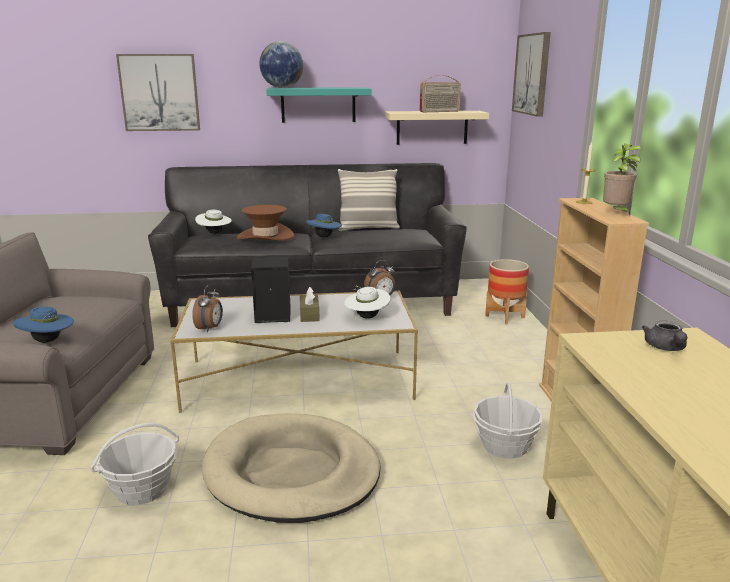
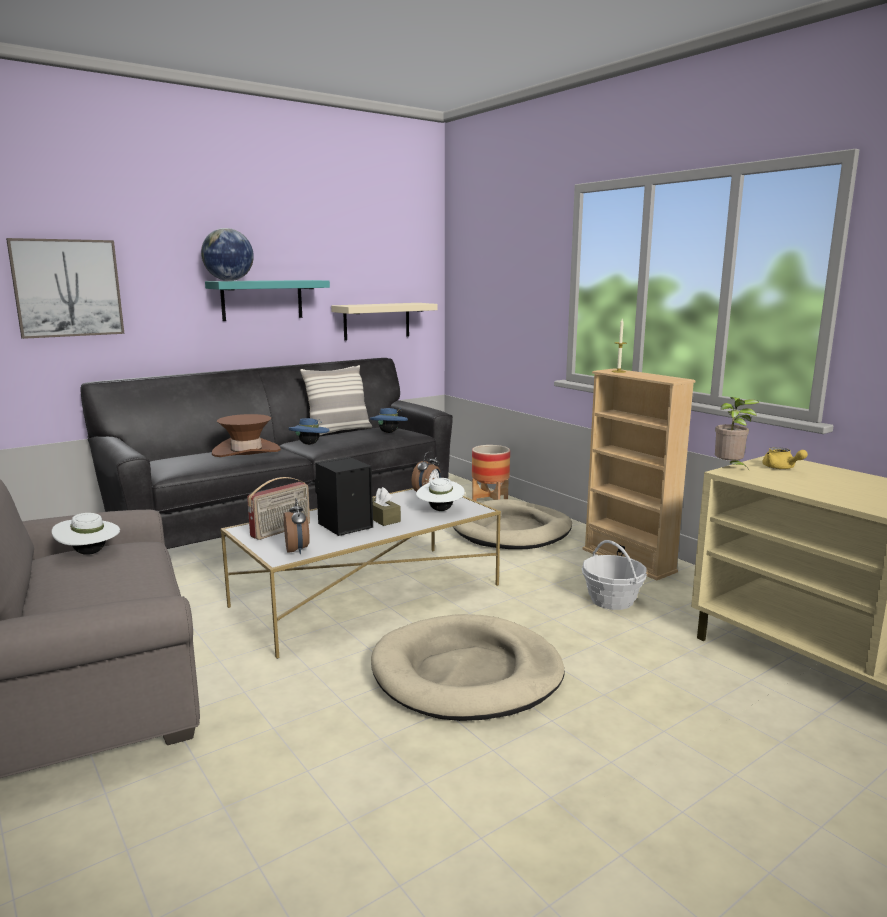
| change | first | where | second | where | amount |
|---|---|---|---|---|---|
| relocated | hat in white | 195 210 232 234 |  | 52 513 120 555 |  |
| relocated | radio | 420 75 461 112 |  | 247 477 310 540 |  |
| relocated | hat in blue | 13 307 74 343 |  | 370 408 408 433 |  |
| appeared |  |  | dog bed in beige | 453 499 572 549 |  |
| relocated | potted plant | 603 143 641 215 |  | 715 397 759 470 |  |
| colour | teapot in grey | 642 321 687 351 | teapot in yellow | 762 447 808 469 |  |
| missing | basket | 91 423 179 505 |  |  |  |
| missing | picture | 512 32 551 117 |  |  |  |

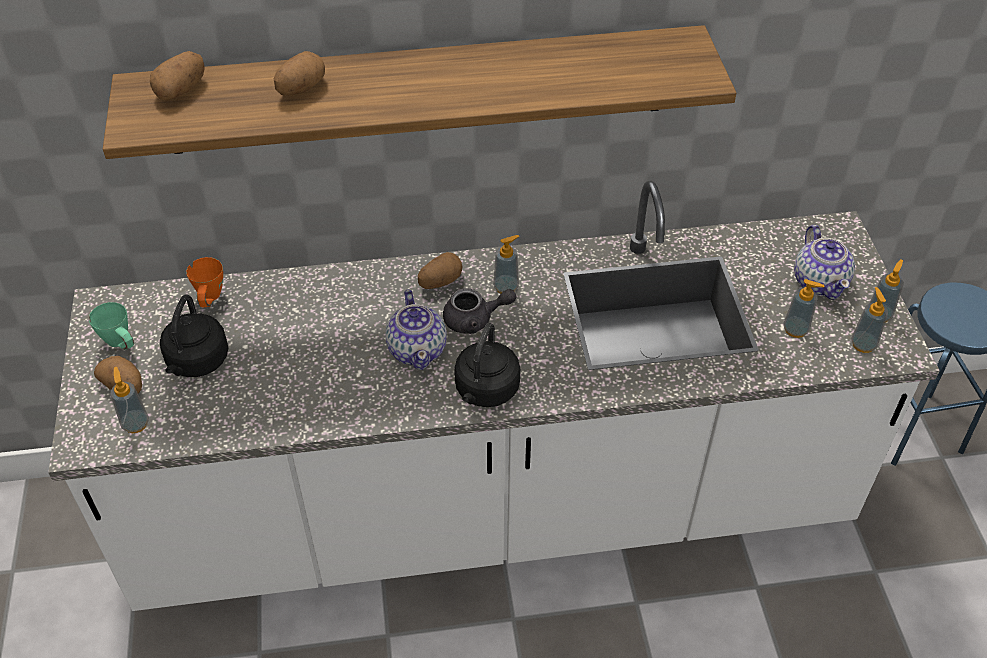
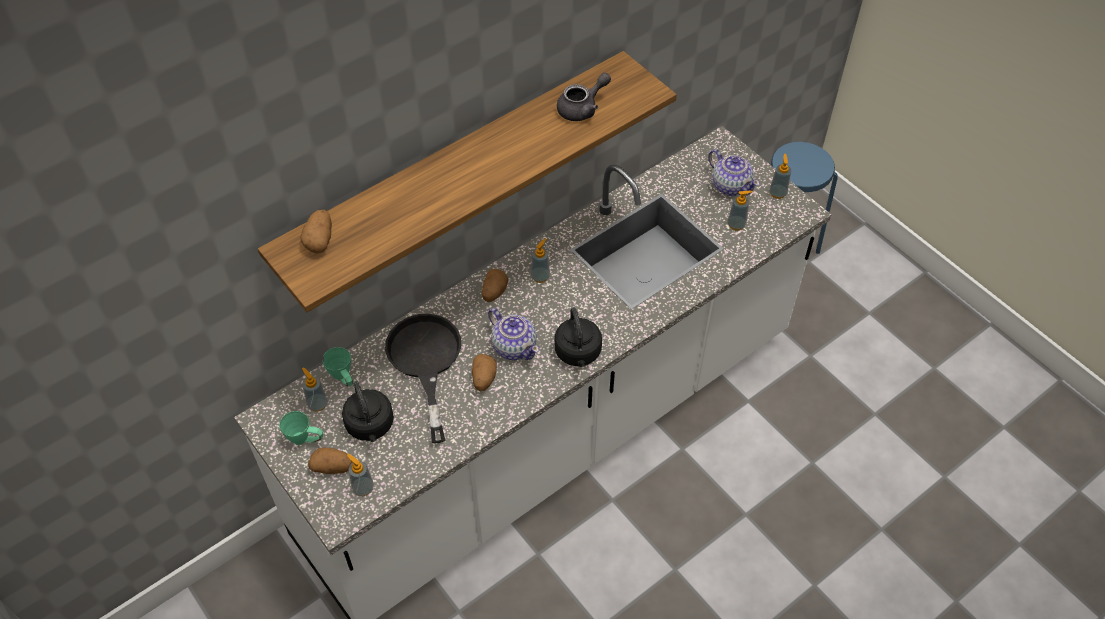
| change | first | where | second | where | amount |
|---|---|---|---|---|---|
| relocated | soap dispenser | 851 287 888 353 |  | 302 367 328 412 |  |
| colour | mug in orange | 186 257 223 307 | mug in green | 322 347 353 386 |  |
| appeared |  |  | frying pan in black | 385 314 461 443 |  |
| relocated | potato | 274 51 325 96 |  | 472 354 497 391 |  |
| relocated | teapot in grey | 443 288 516 334 |  | 557 73 611 121 |  |

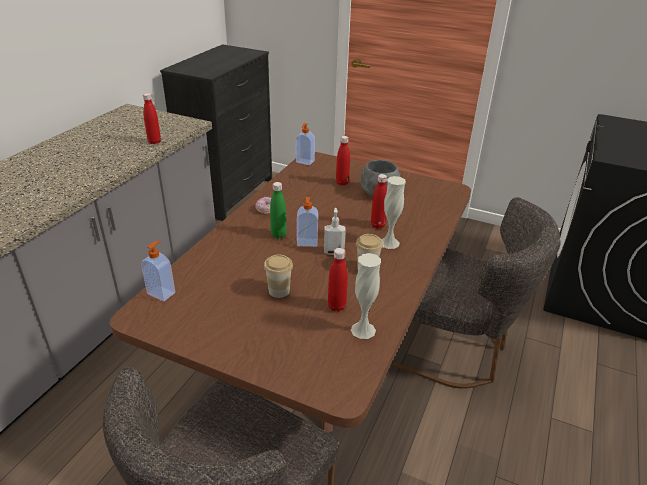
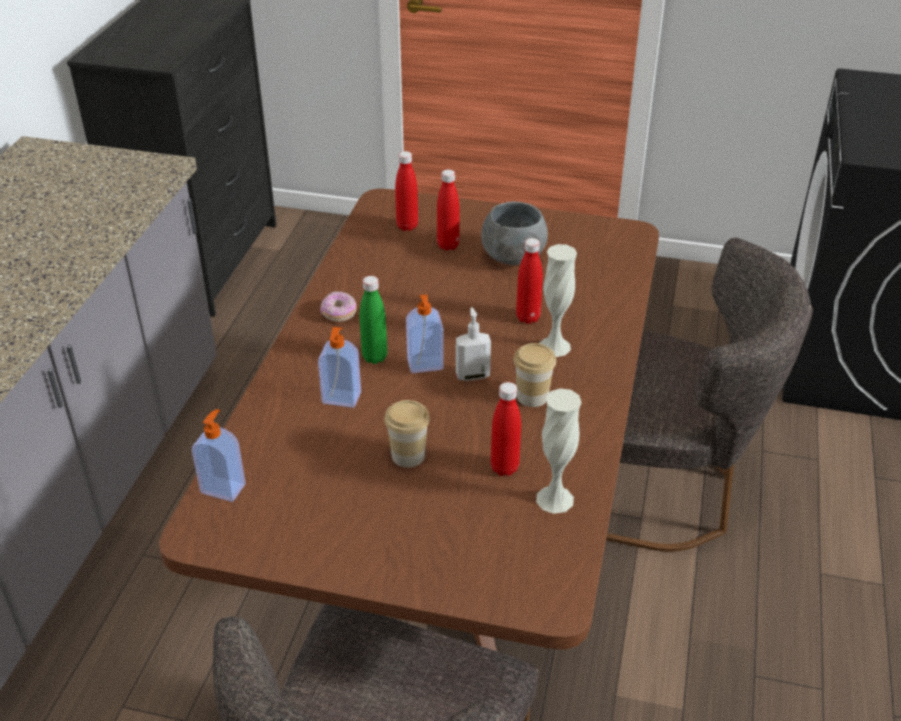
| change | first | where | second | where | amount |
|---|---|---|---|---|---|
| relocated | soap dispenser | 296 123 315 165 |  | 318 327 361 408 |  |
| relocated | bottle in red | 143 93 161 144 |  | 395 151 418 231 |  |

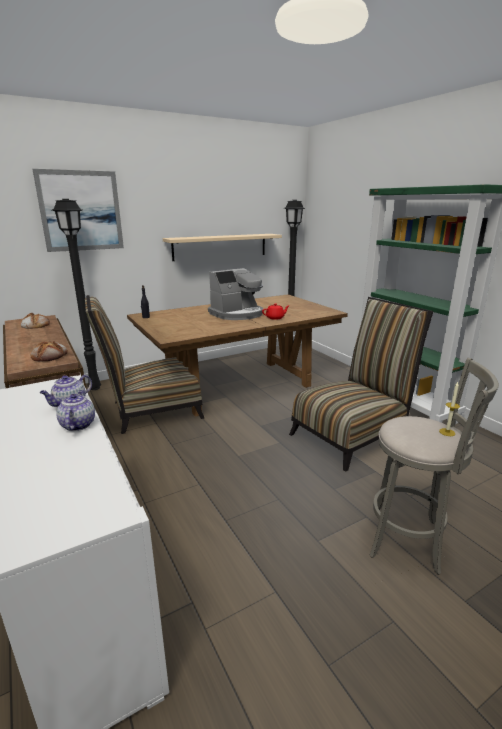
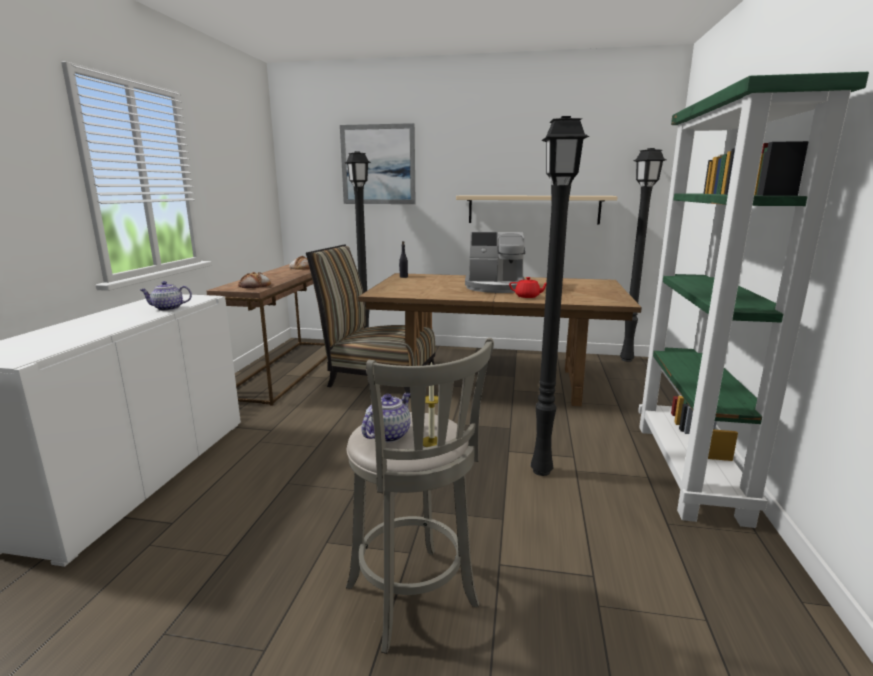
| change | first | where | second | where | amount |
|---|---|---|---|---|---|
| relocated | teapot | 56 390 95 431 |  | 362 393 411 443 |  |
| exchanged | chair | 289 297 434 472 | floor lamp in black | 530 116 589 476 |  |

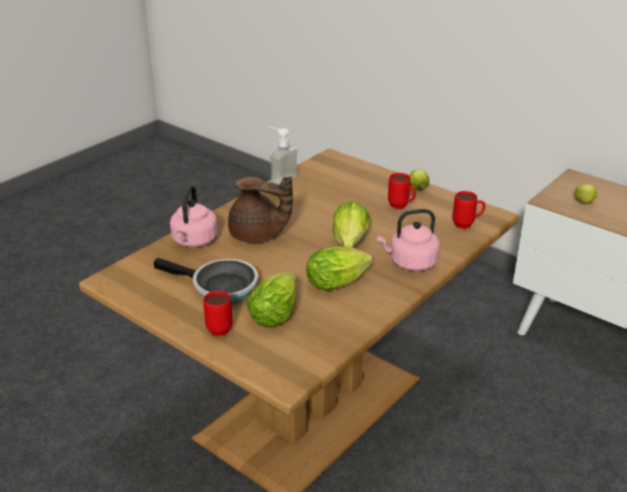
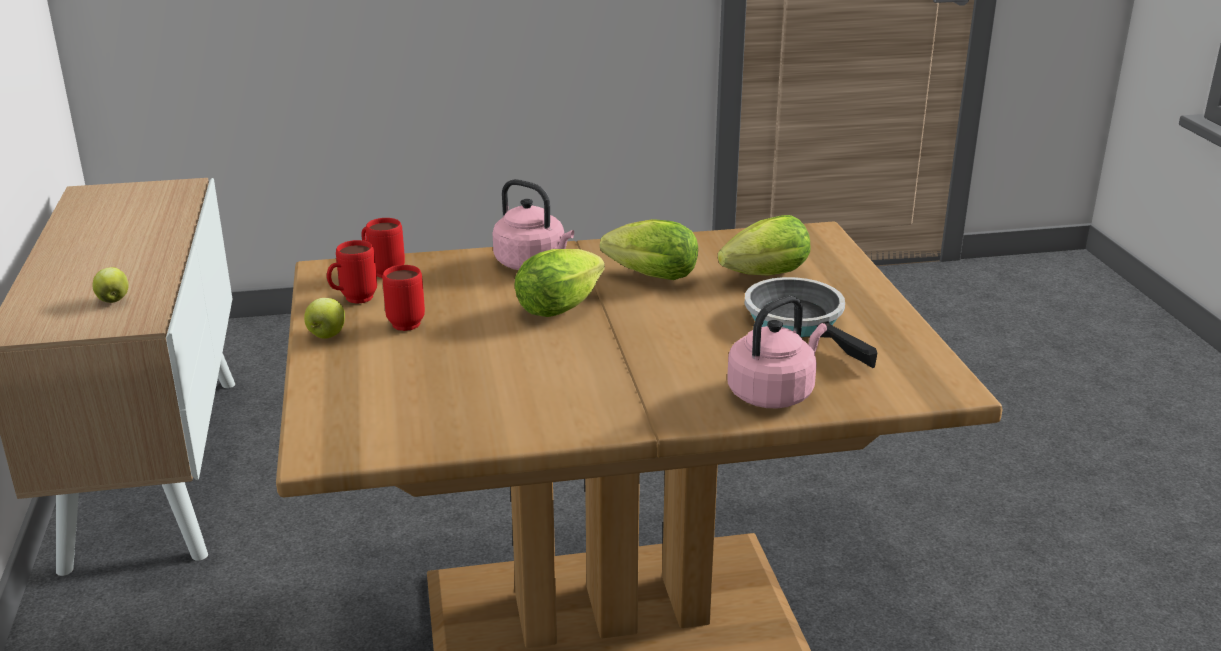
| change | first | where | second | where | amount |
|---|---|---|---|---|---|
| relocated | mug in red | 203 291 233 336 |  | 327 240 377 304 |  |
| missing | teapot in brown | 228 176 293 243 |  |  |  |
| missing | soap dispenser | 268 127 298 185 |  |  |  |

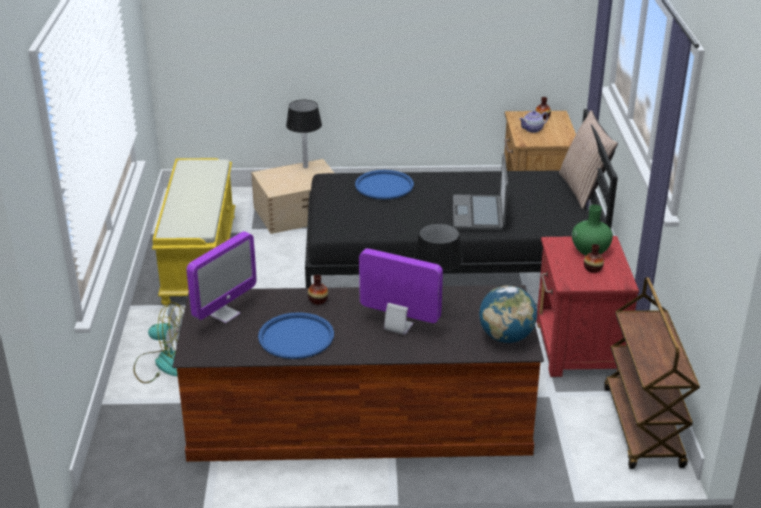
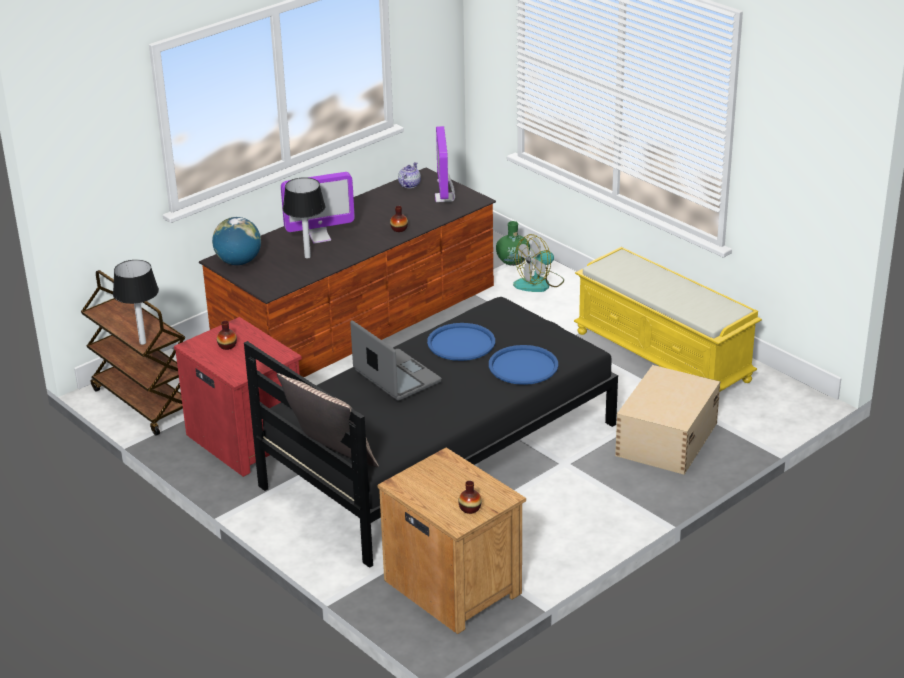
| change | first | where | second | where | amount |
|---|---|---|---|---|---|
| relocated | table lamp | 286 100 322 168 |  | 113 260 159 345 |  |
| relocated | teapot | 519 111 548 133 |  | 398 162 421 188 |  |
| relocated | tray in blue | 258 312 334 359 |  | 427 323 495 361 |  |
| relocated | vase in green | 572 205 613 256 |  | 496 221 530 266 |  |

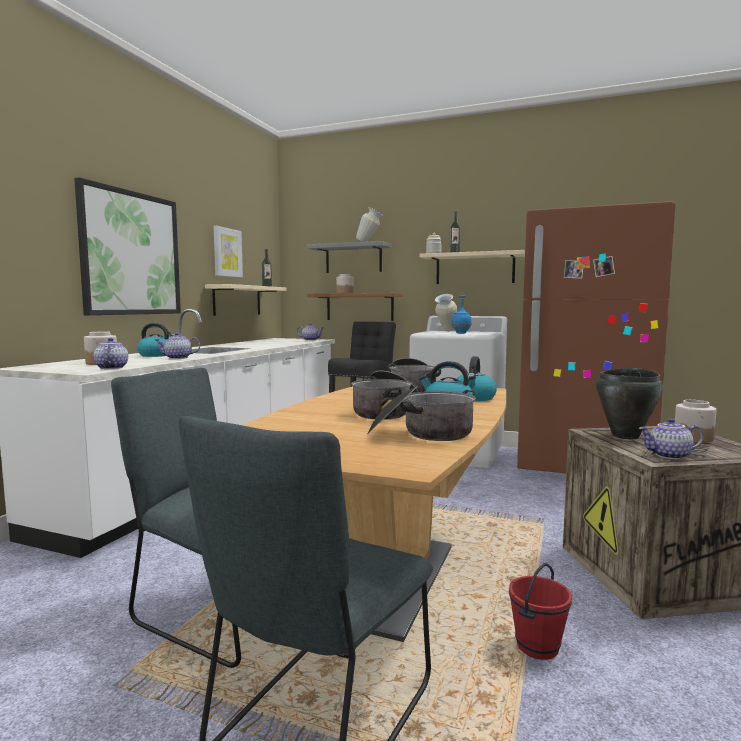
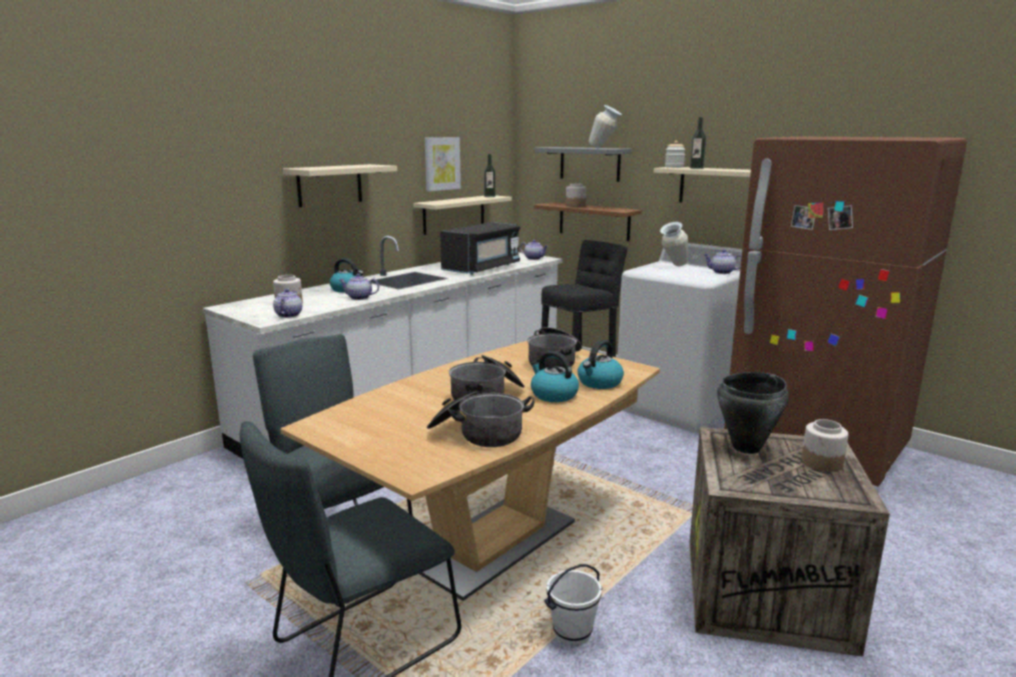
| change | first | where | second | where | amount |
|---|---|---|---|---|---|
| exchanged | picture | 74 177 181 315 | shelf in beige | 283 164 397 207 |  |
| appeared |  |  | microwave in black | 440 222 520 275 |  |
| colour | bucket in red | 509 563 572 660 | bucket in white | 544 564 602 645 |  |
| relocated | teapot | 639 418 704 459 |  | 703 249 742 274 |  |
| missing | bottle in blue | 452 293 472 334 |  |  |  |

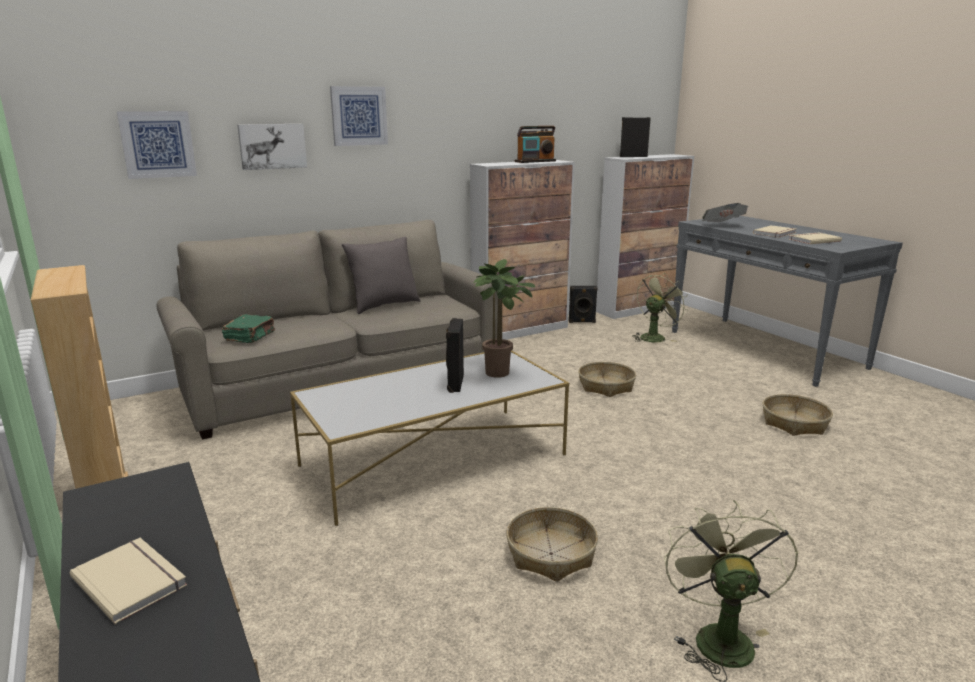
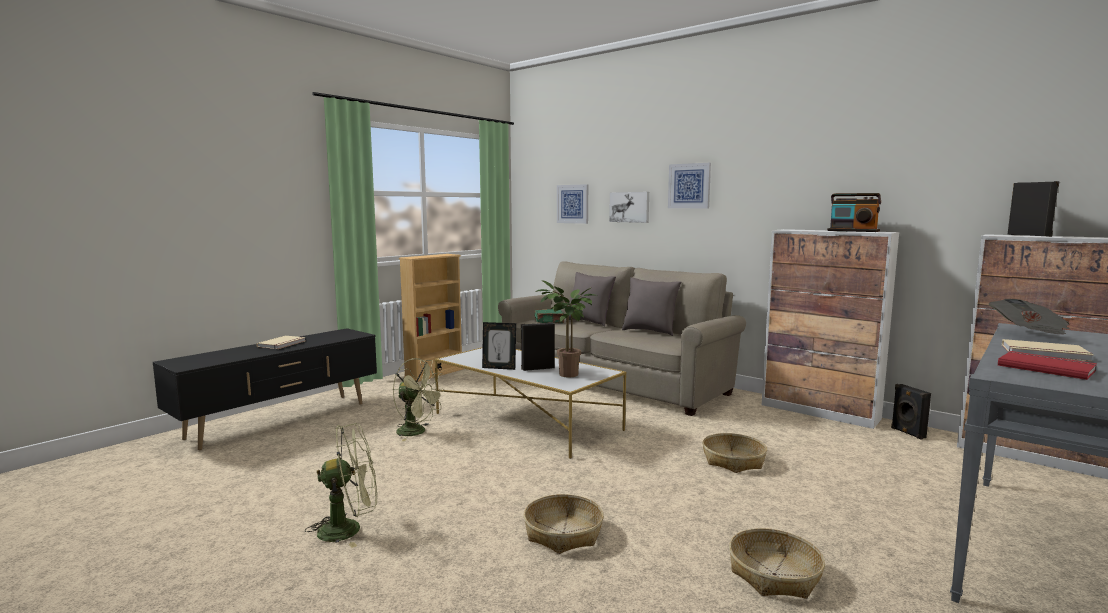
| change | first | where | second | where | amount |
|---|---|---|---|---|---|
| relocated | fan in green | 632 273 688 342 |  | 393 358 445 441 |  |
| appeared |  |  | picture frame | 482 322 516 370 |  |
| relocated | basket | 506 507 598 582 |  | 524 494 604 554 |  |
| appeared |  |  | pillow in grey | 569 272 616 327 |  |
| colour | book in beige | 789 232 842 244 | book in red | 998 351 1097 380 |  |

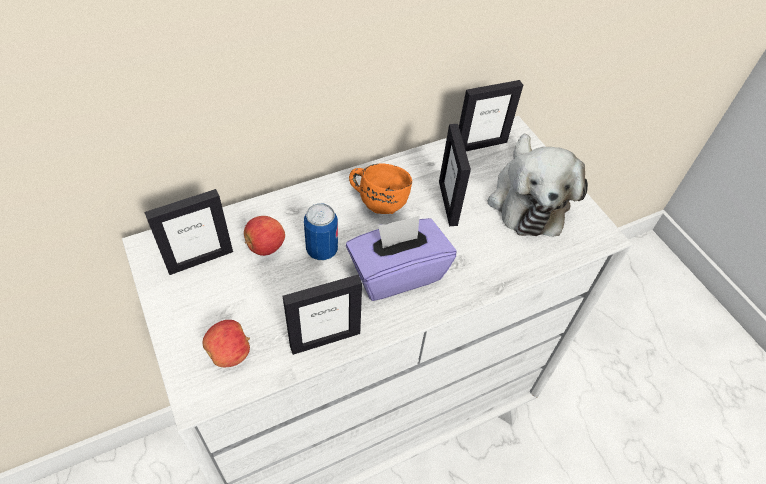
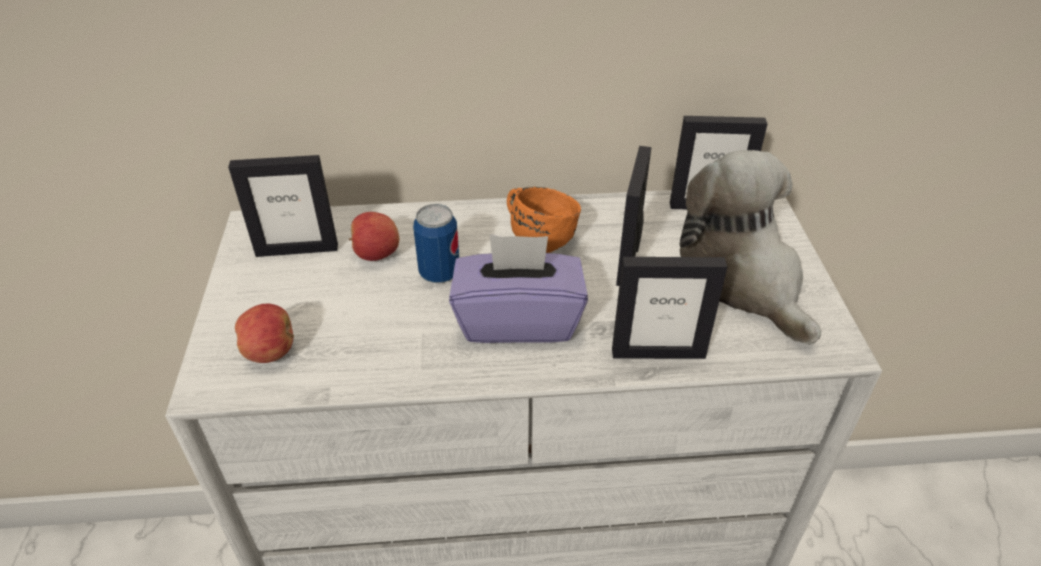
| change | first | where | second | where | amount |
|---|---|---|---|---|---|
| relocated | picture frame | 283 275 362 355 |  | 612 257 727 359 |  |
| spun | plush toy | 488 134 588 237 |  | 680 150 821 345 | 135 degrees clockwise |

